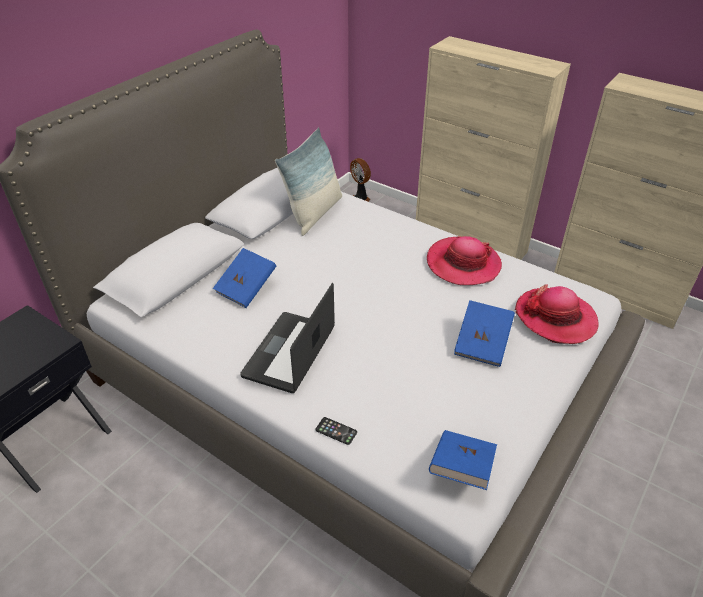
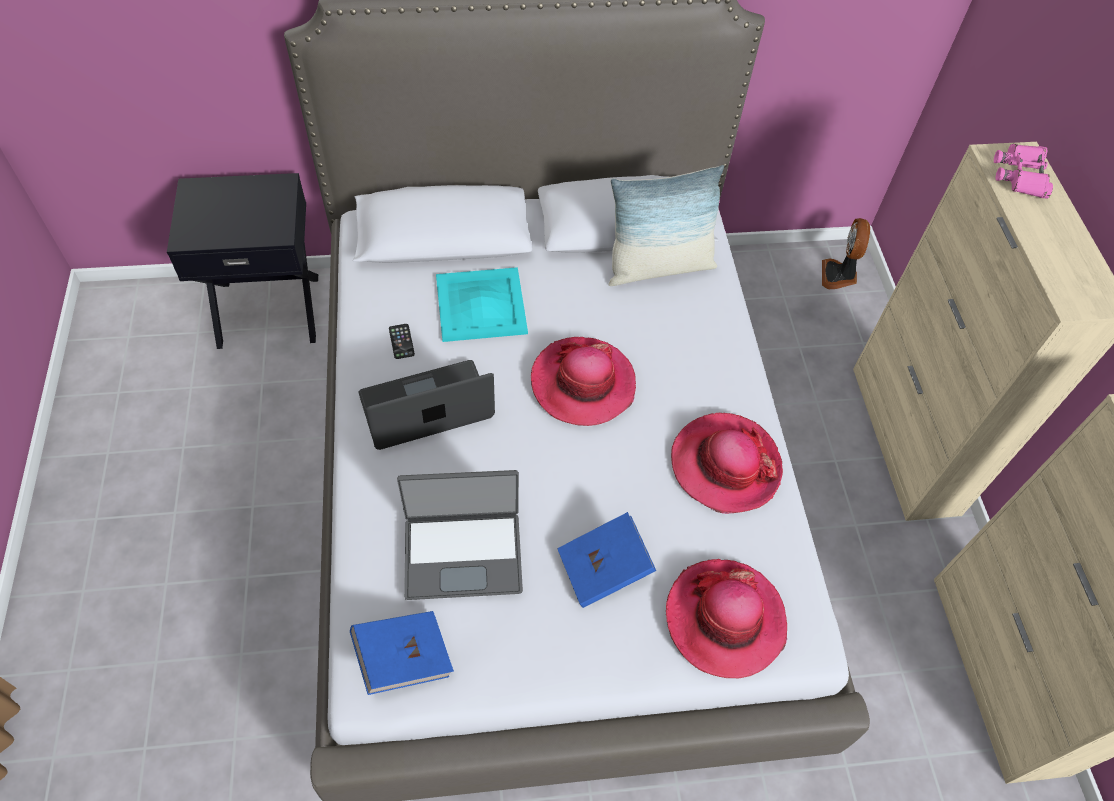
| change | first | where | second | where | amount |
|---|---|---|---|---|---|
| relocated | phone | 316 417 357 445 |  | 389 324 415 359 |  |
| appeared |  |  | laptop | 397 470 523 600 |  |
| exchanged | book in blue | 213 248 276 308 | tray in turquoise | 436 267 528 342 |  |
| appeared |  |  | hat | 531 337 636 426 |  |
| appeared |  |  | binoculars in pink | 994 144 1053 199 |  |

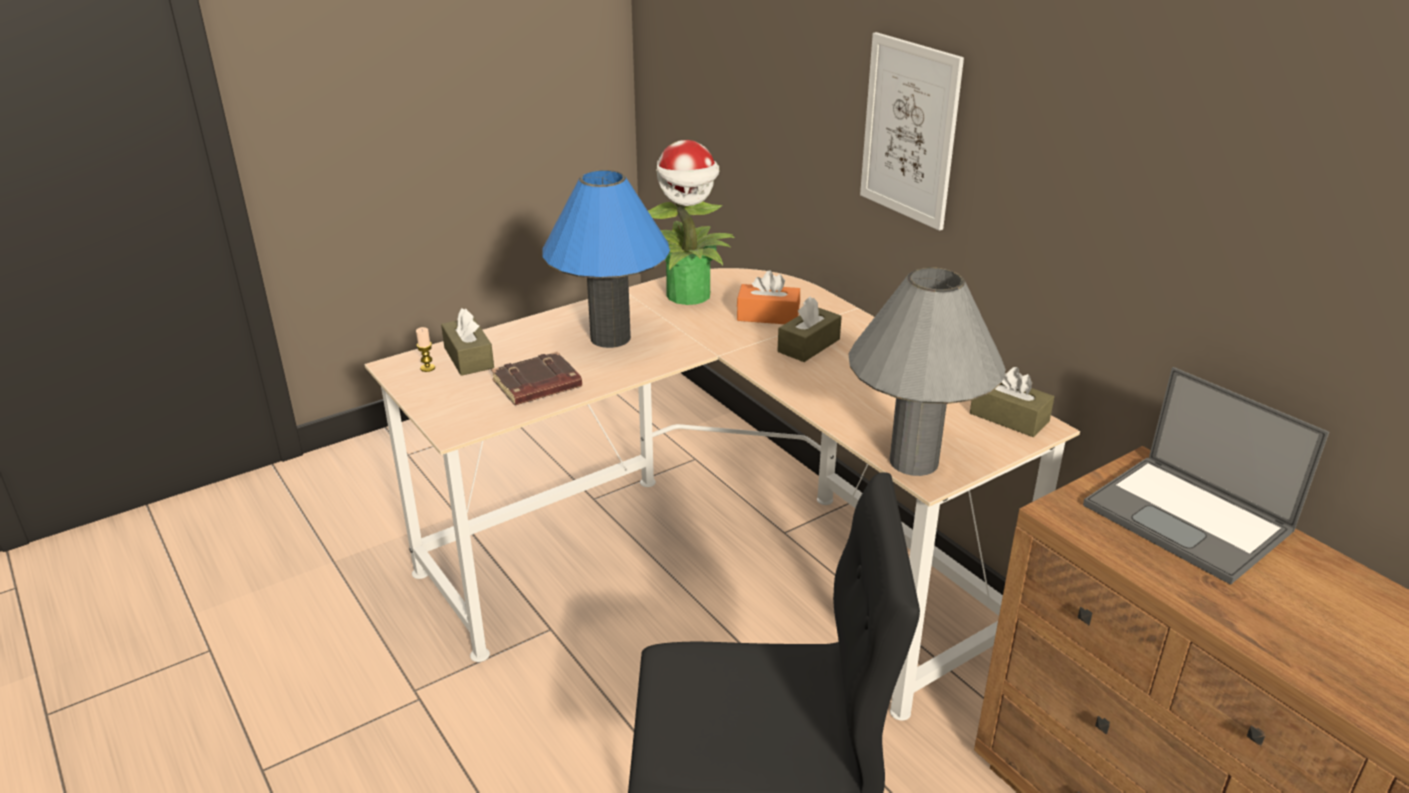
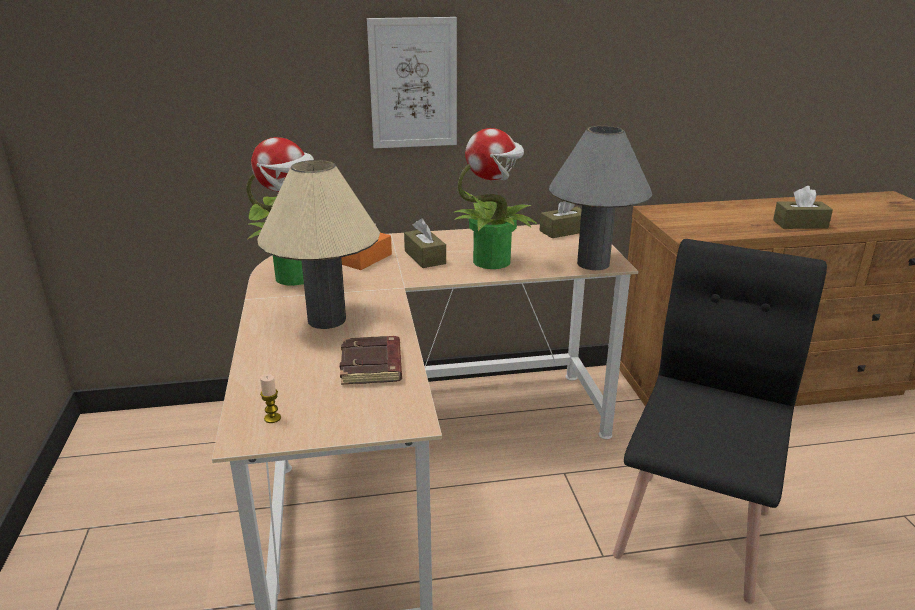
| change | first | where | second | where | amount |
|---|---|---|---|---|---|
| colour | table lamp in blue | 542 170 670 348 | table lamp in beige | 257 160 380 329 |  |
| appeared |  |  | potted plant | 453 128 537 269 |  |
| relocated | tissue box in brown | 441 308 494 376 |  | 773 186 833 229 |  |
| missing | laptop | 1083 367 1329 585 |  |  |  |

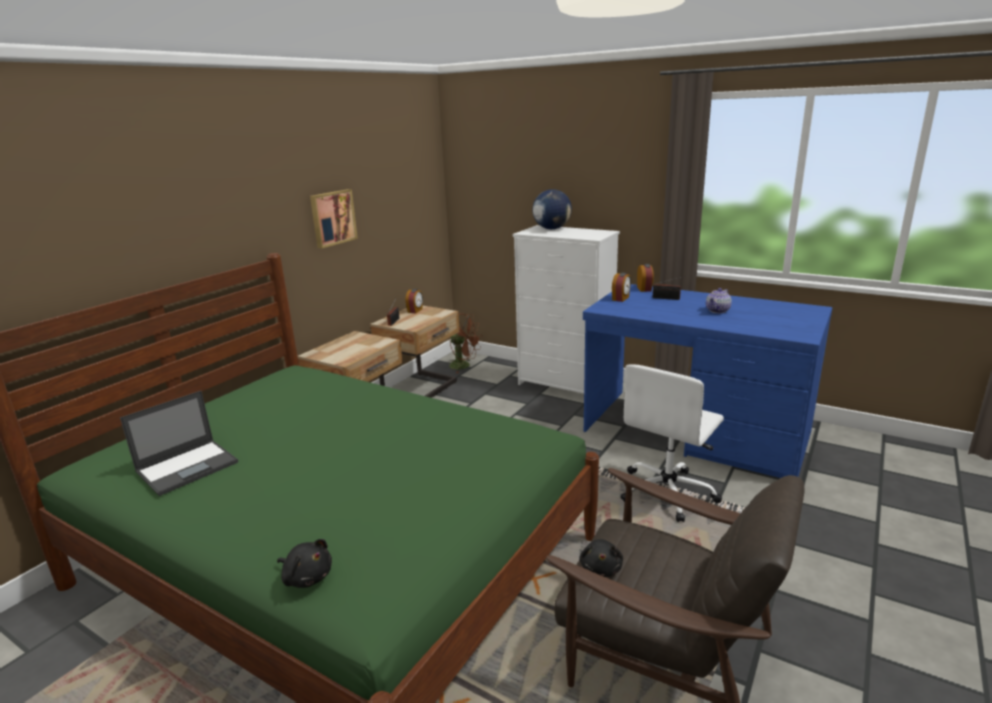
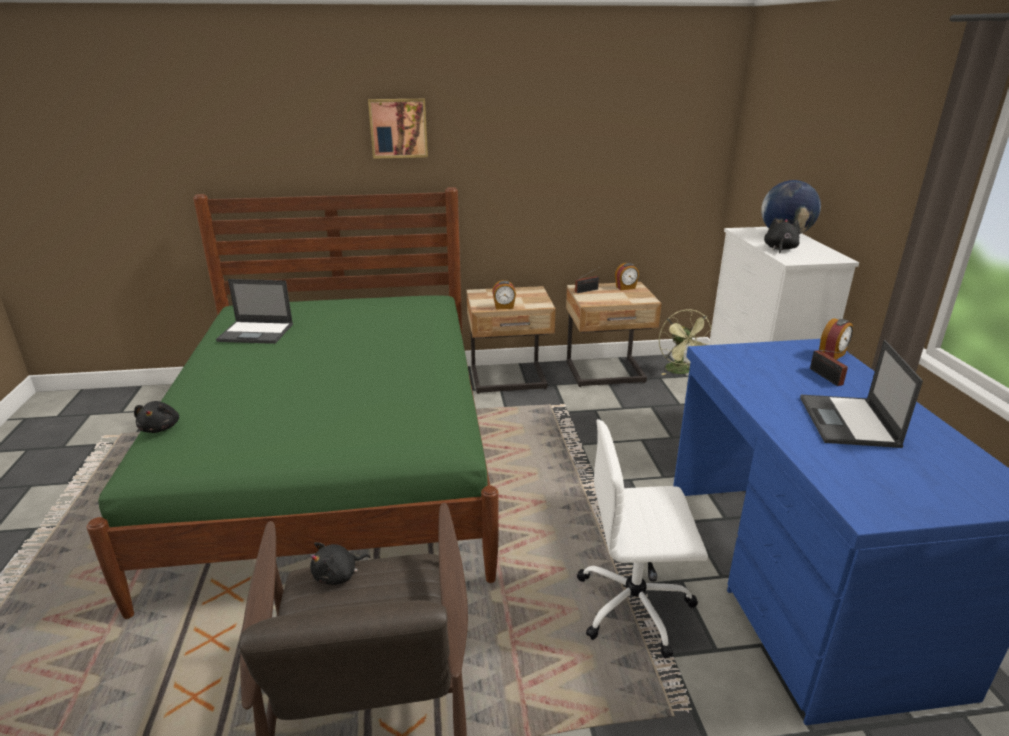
| change | first | where | second | where | amount |
|---|---|---|---|---|---|
| relocated | picture | 310 189 358 248 |  | 368 99 428 159 |  |
| relocated | alarm clock | 612 273 631 302 |  | 492 280 516 310 |  |
| colour | fan in brown | 449 313 483 373 | fan in green | 659 309 712 375 |  |
| appeared |  |  | plush toy in black | 764 218 800 254 |  |
| exchanged | teapot | 706 288 732 313 | laptop | 800 340 923 448 |  |

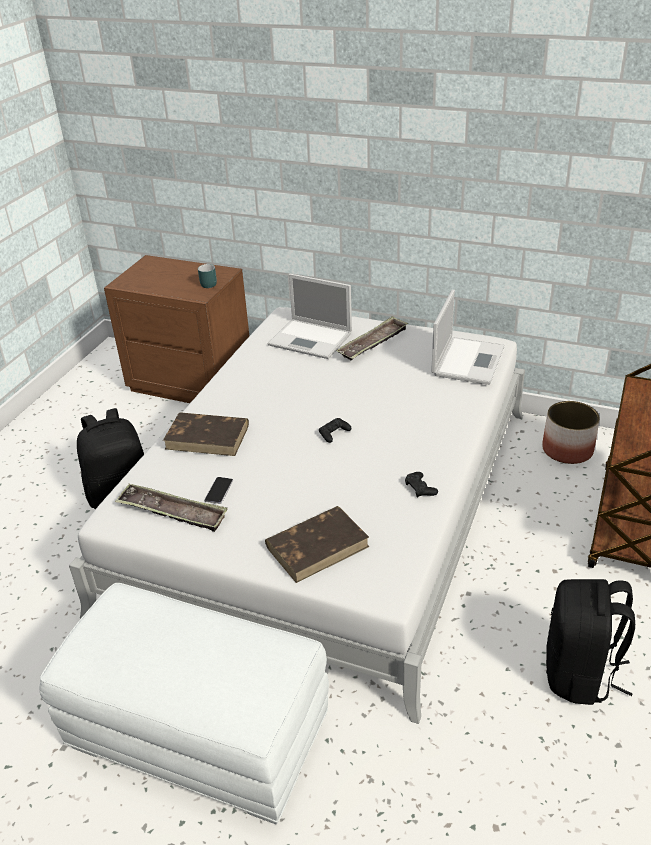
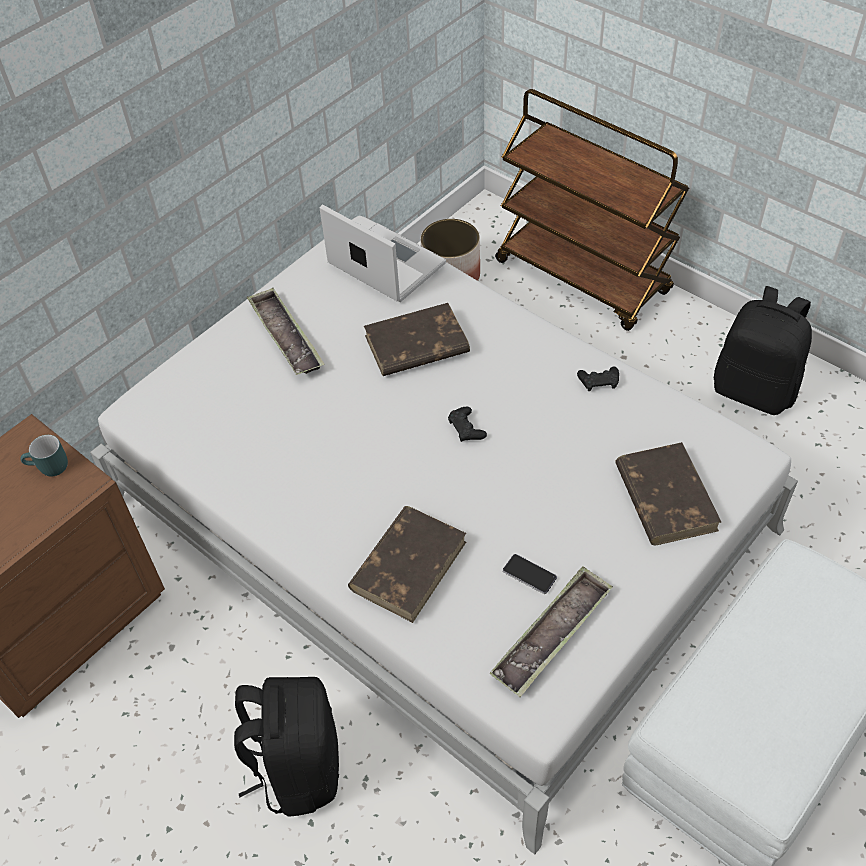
| change | first | where | second | where | amount |
|---|---|---|---|---|---|
| appeared |  |  | book in brown | 364 303 470 376 |  |
| missing | laptop | 267 274 352 359 |  |  |  |

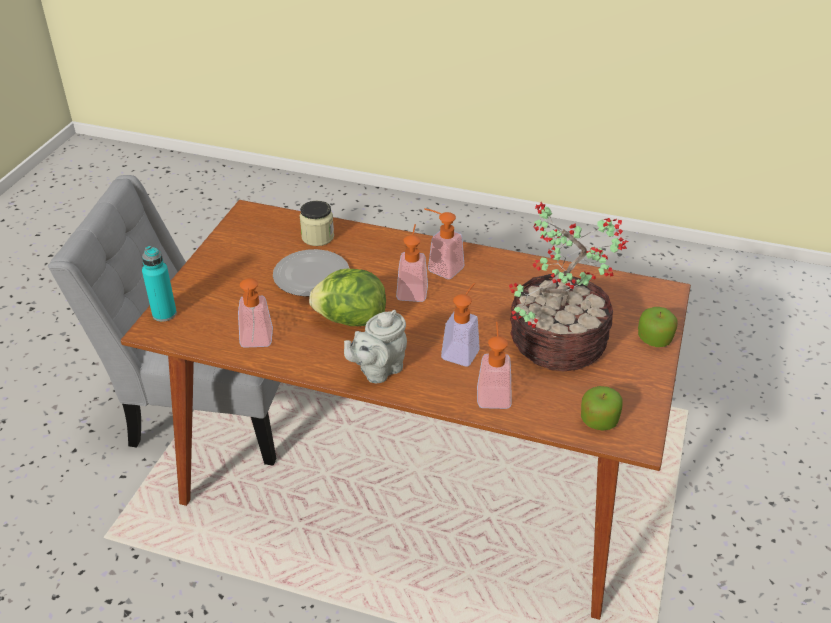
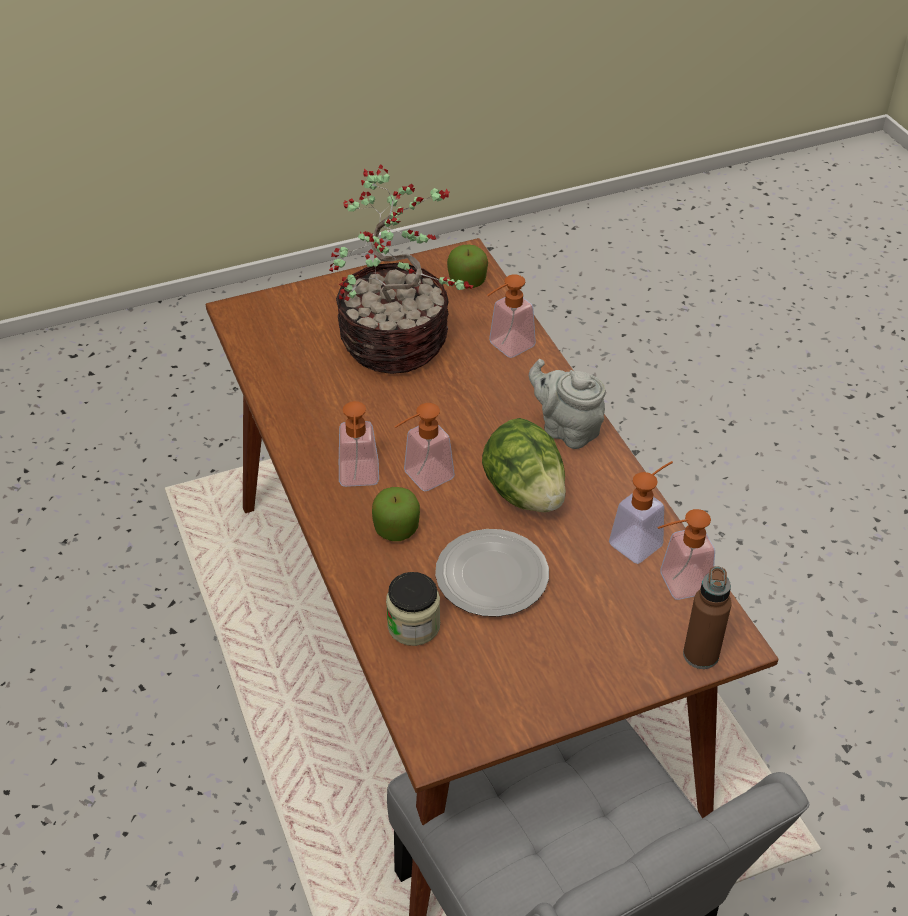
| change | first | where | second | where | amount |
|---|---|---|---|---|---|
| relocated | apple | 638 307 678 347 |  | 372 487 420 541 |  |
| spun | teapot in grey | 344 310 407 383 |  | 529 359 606 449 | 150 degrees counterclockwise |
| relocated | soap dispenser | 441 283 480 366 |  | 657 509 715 600 |  |
| colour | bottle in turquoise | 142 246 177 322 | bottle in brown | 683 566 732 669 |  |

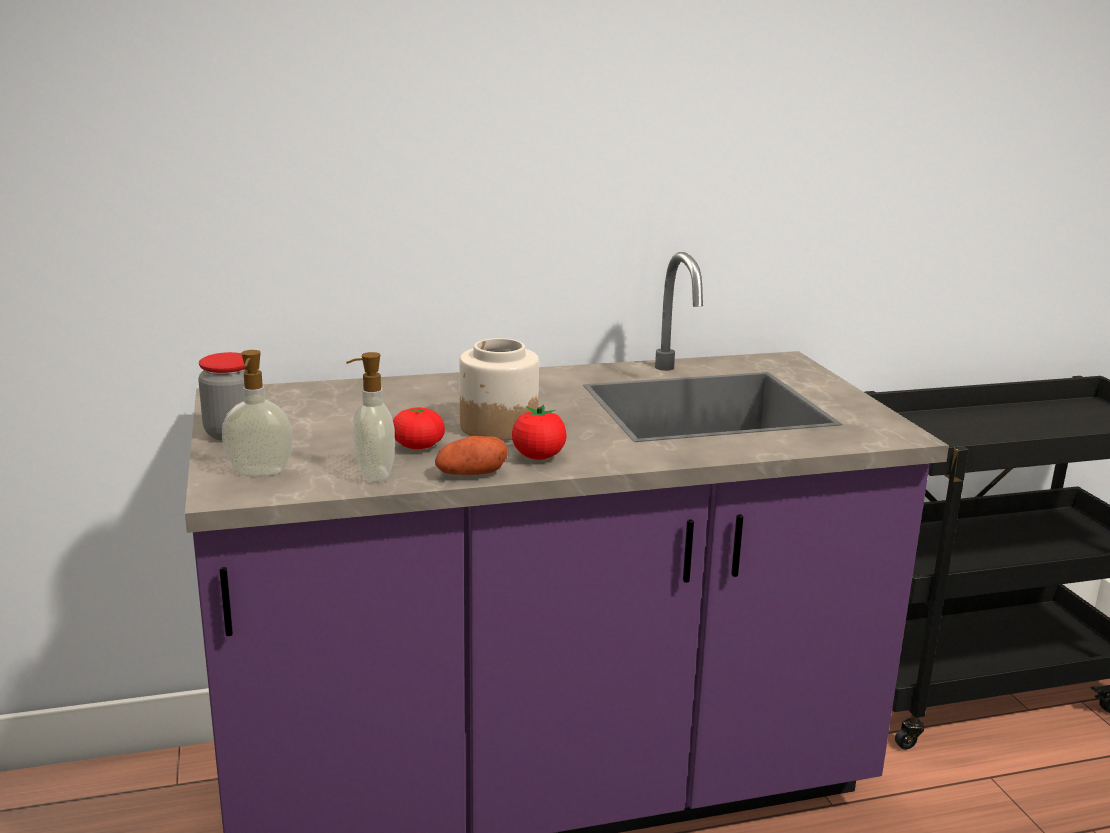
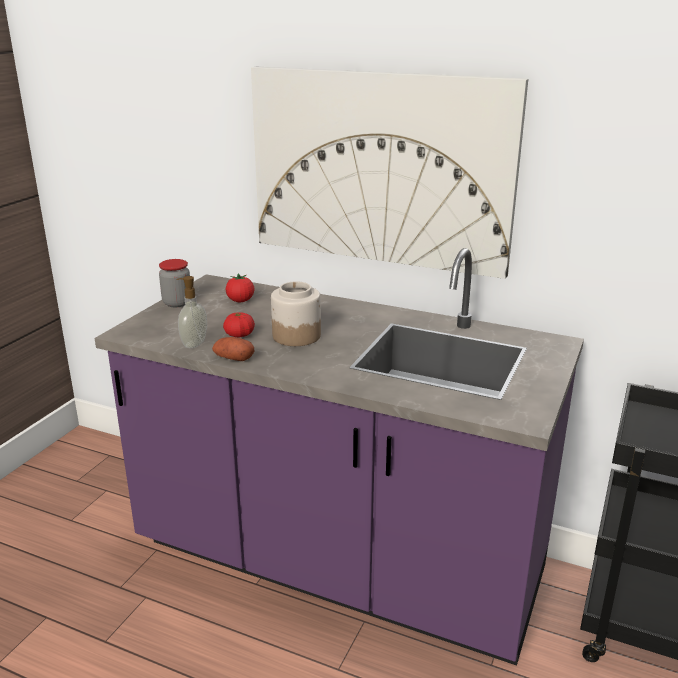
| change | first | where | second | where | amount |
|---|---|---|---|---|---|
| relocated | tomato | 512 405 567 460 |  | 226 274 254 302 |  |
| appeared |  |  | picture | 251 67 528 279 |  |
| missing | soap dispenser | 222 350 293 475 |  |  |  |

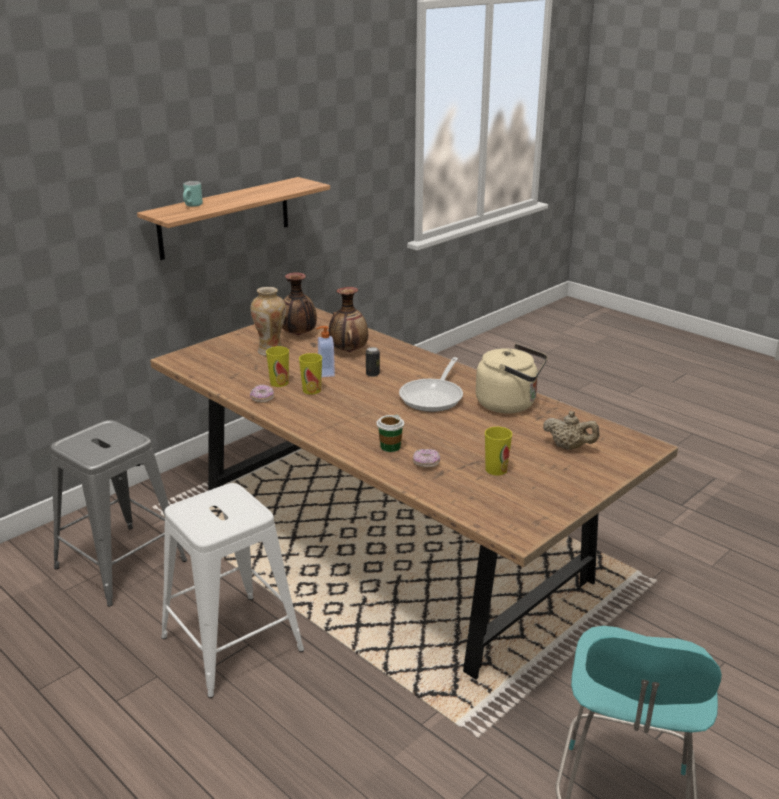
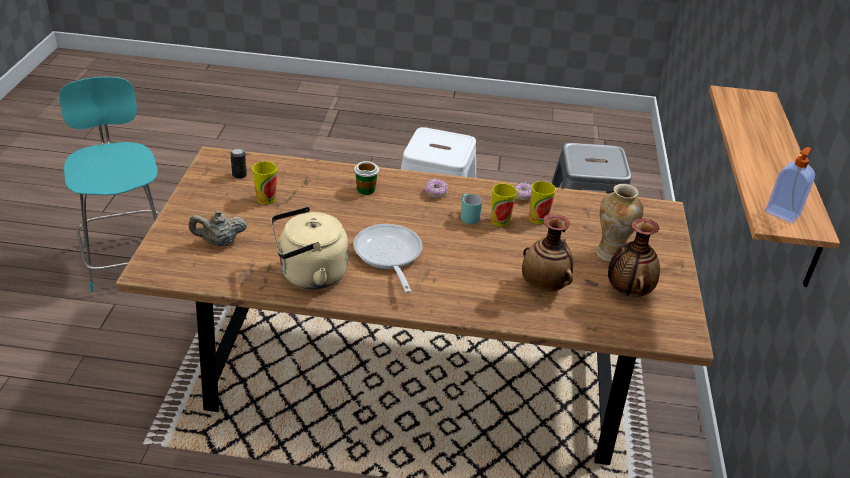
| change | first | where | second | where | amount |
|---|---|---|---|---|---|
| relocated | can | 366 347 380 377 |  | 230 148 247 179 |  |
| relocated | donut | 413 449 440 468 |  | 425 179 448 198 |  |
| relocated | mug in turquoise | 183 181 203 207 |  | 461 194 482 224 |  |
| relocated | soap dispenser | 316 326 335 377 |  | 766 147 815 223 |  |

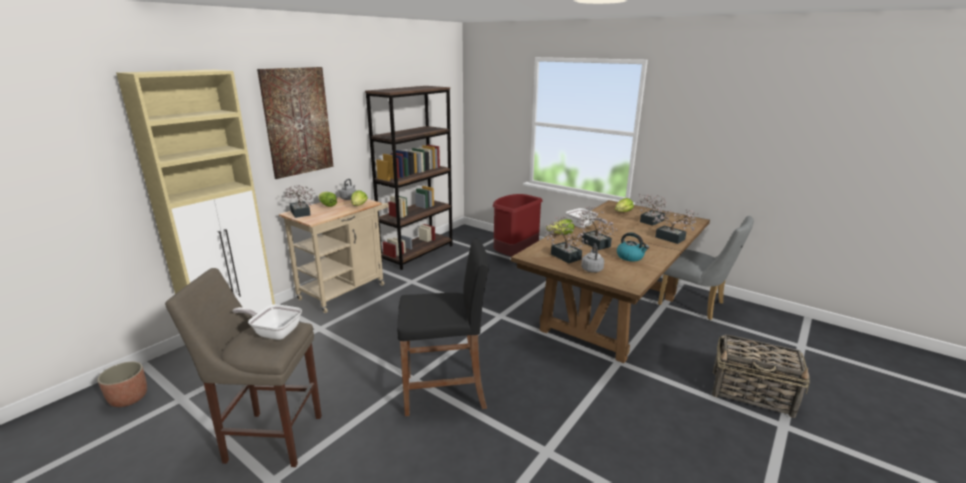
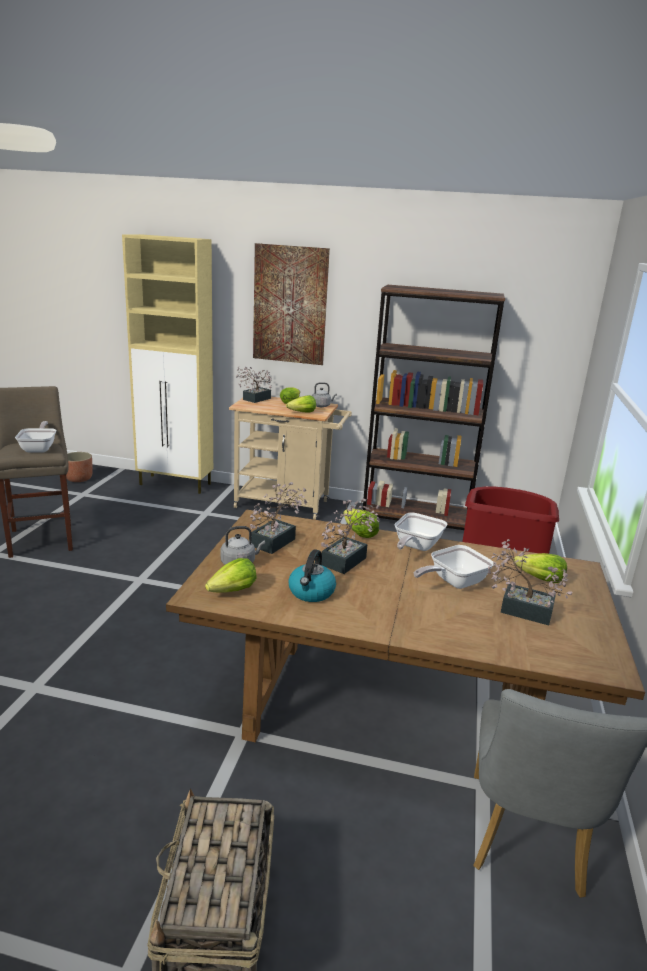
| change | first | where | second | where | amount |
|---|---|---|---|---|---|
| appeared |  |  | lettuce | 205 558 257 593 |  |
| appeared |  |  | frying pan | 414 545 493 589 |  |
| missing | stool in black | 397 238 488 416 |  |  |  |
| missing | potted plant | 653 209 699 244 |  |  |  |

